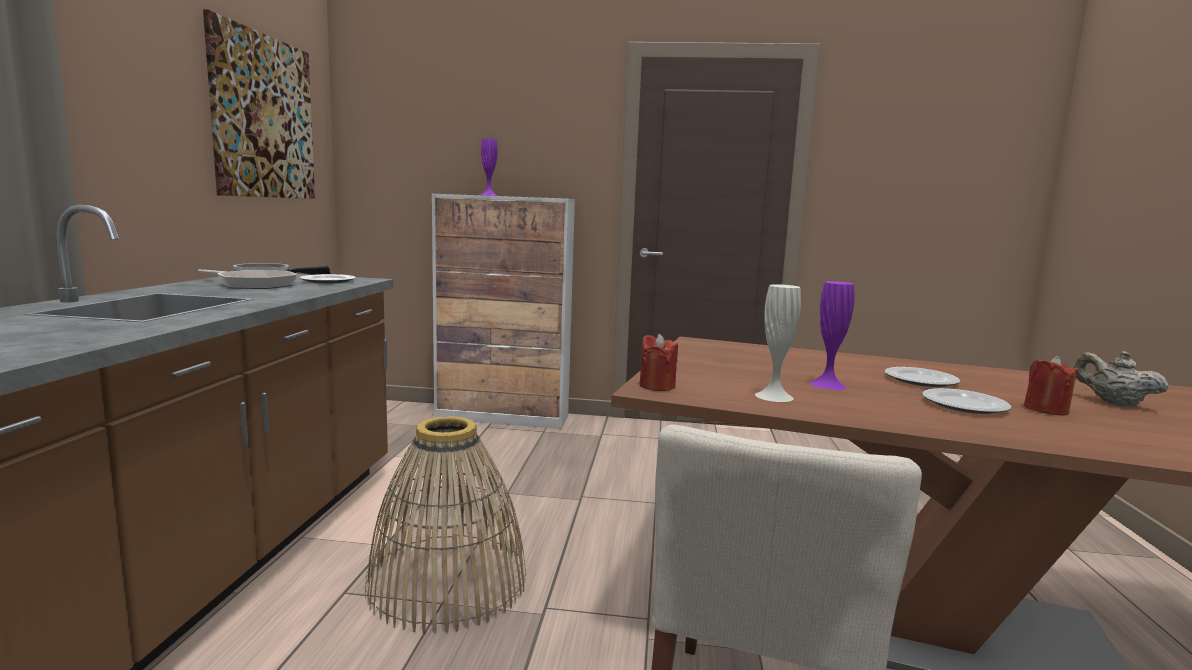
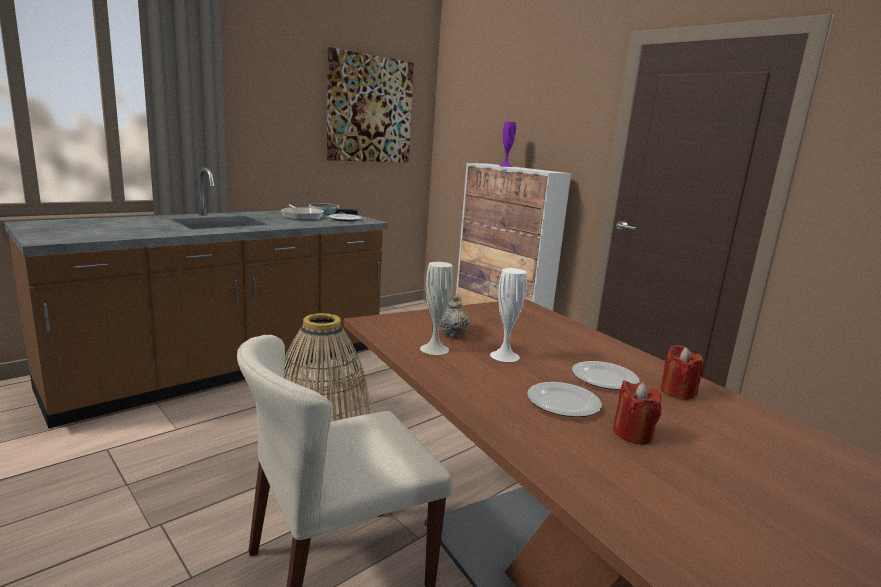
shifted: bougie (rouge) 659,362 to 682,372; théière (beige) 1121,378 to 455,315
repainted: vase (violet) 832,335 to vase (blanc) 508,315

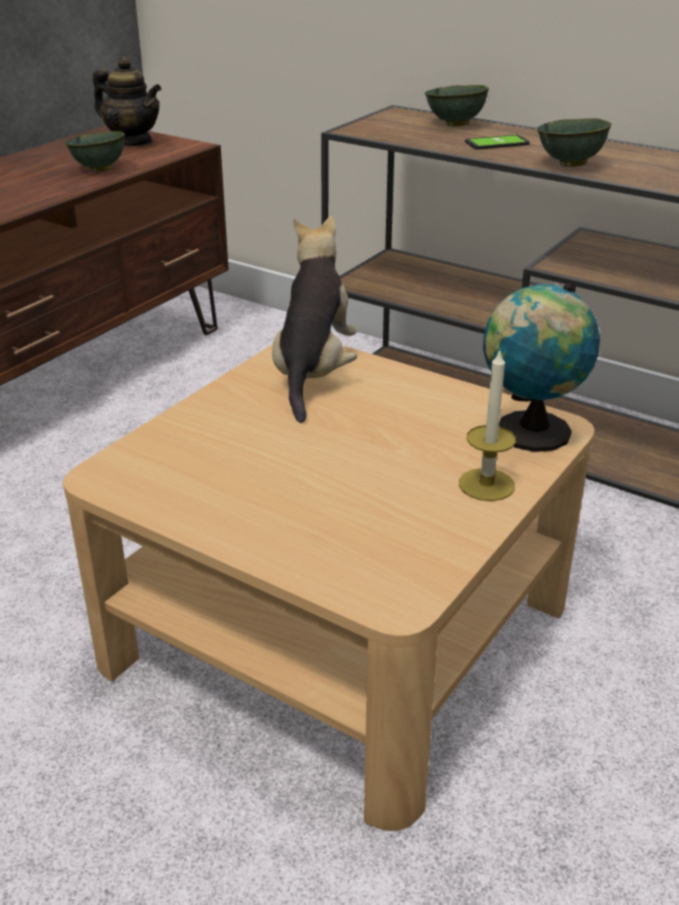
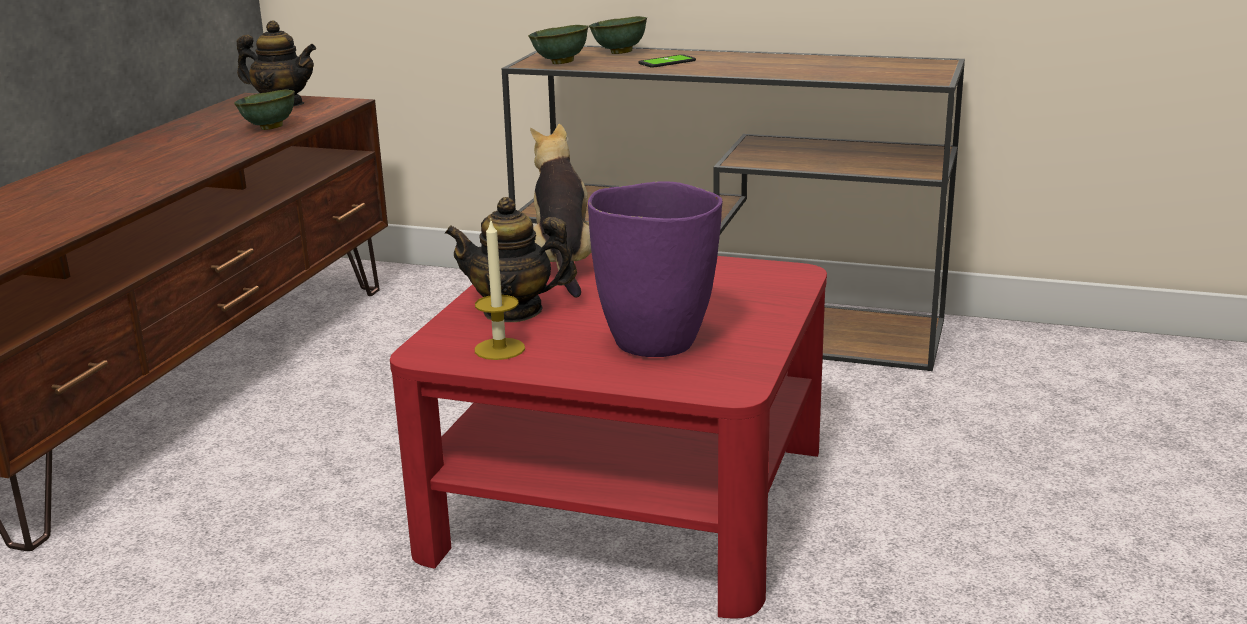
gone: globe 541,368
new: théière 511,259; vase (violet) 655,269
shifted: bougie 487,425 to 499,290; bol (vert) 574,142 to 558,44
repainted: table basse (beige) 328,587 to table basse (rouge) 608,436

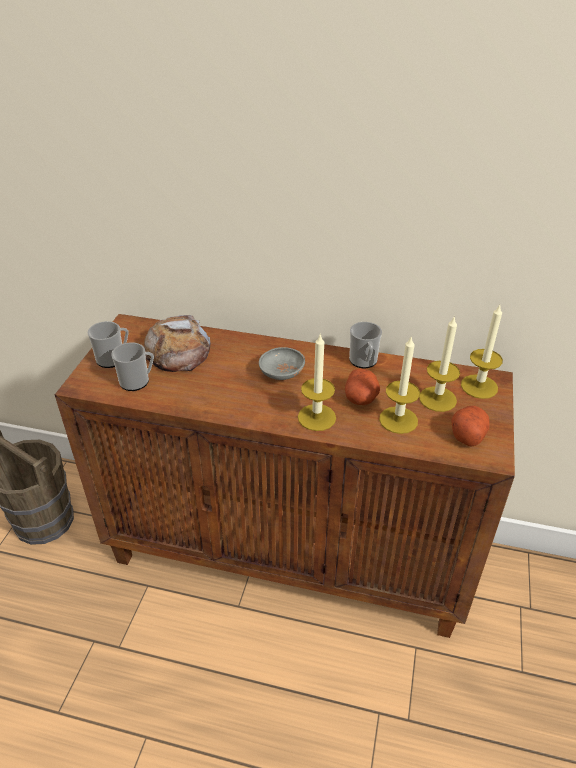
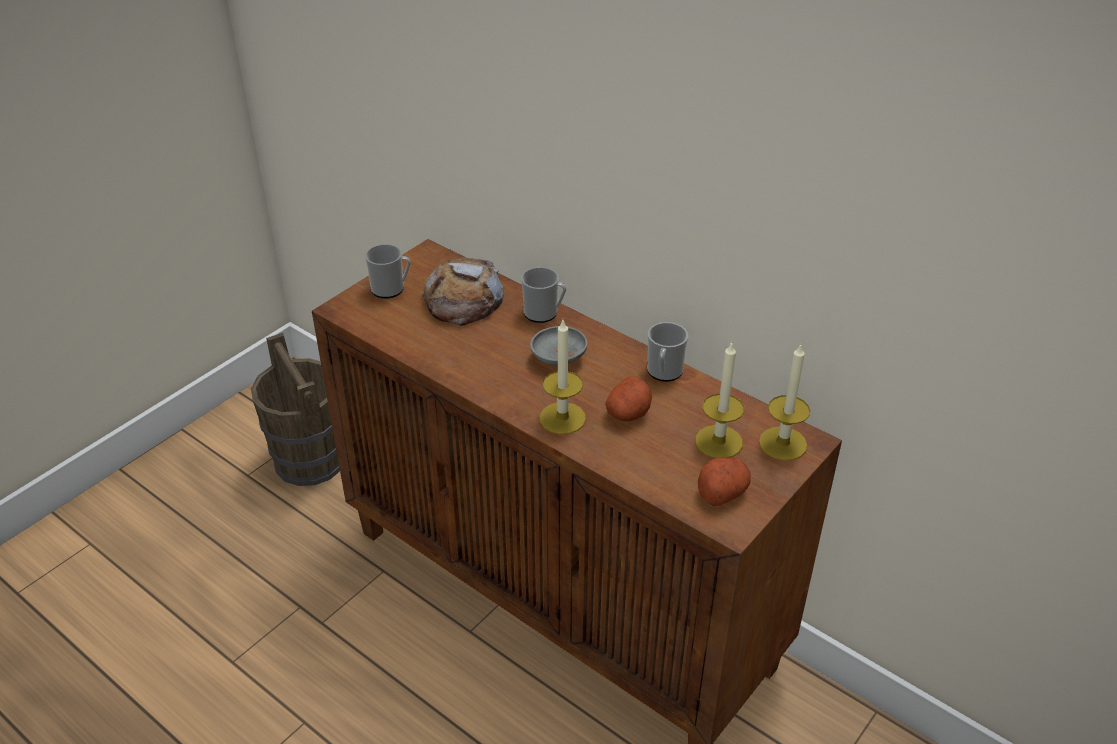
gone: bougie 399,385
shifted: mug 132,366 to 543,295

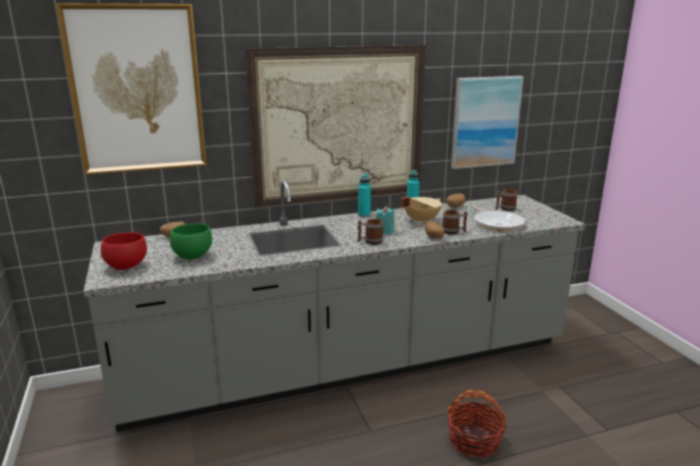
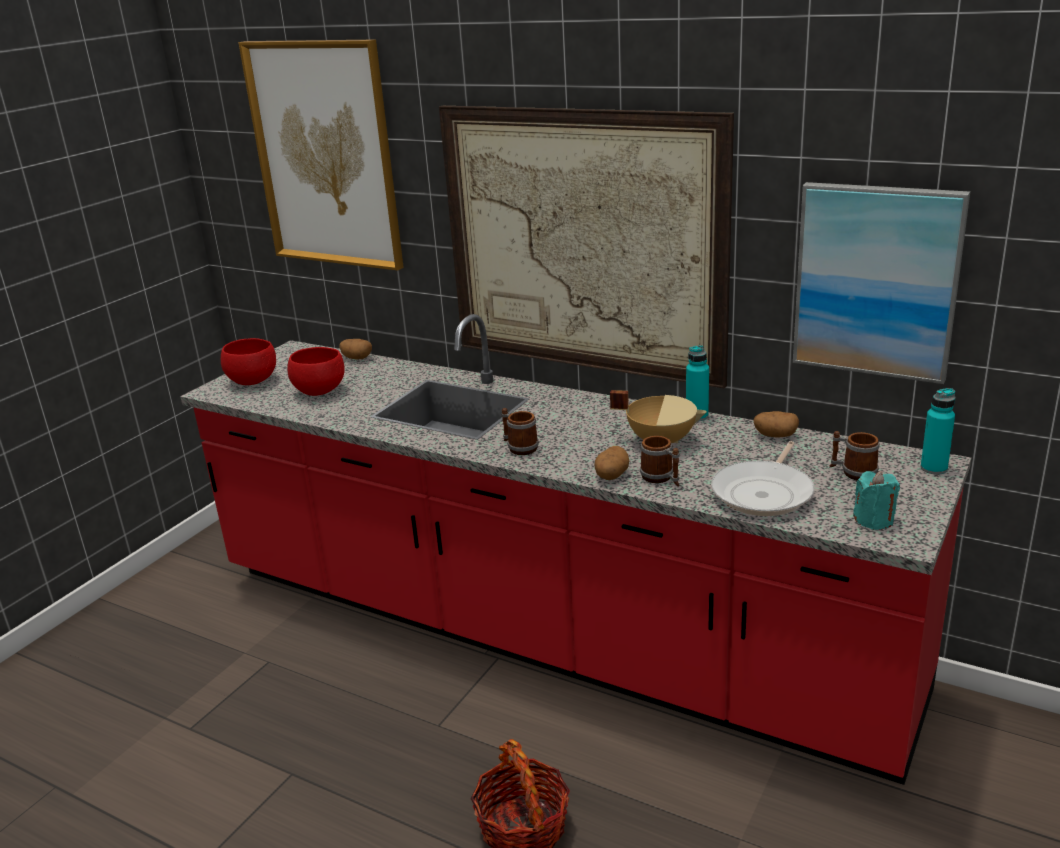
shifted: bouteille (turquoise) 364,195 to 938,431; bougie (turquoise) 385,220 to 876,500
repainted: comptoir de cuisine (gris) 335,306 to comptoir de cuisine (rouge) 575,549; bol (vert) 191,241 to bol (rouge) 316,371

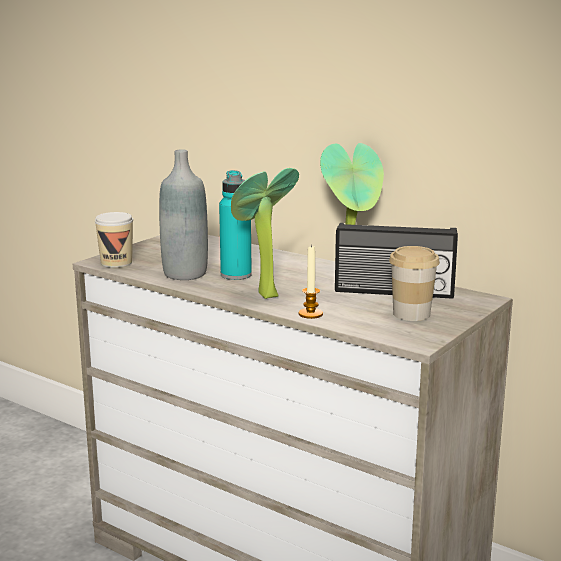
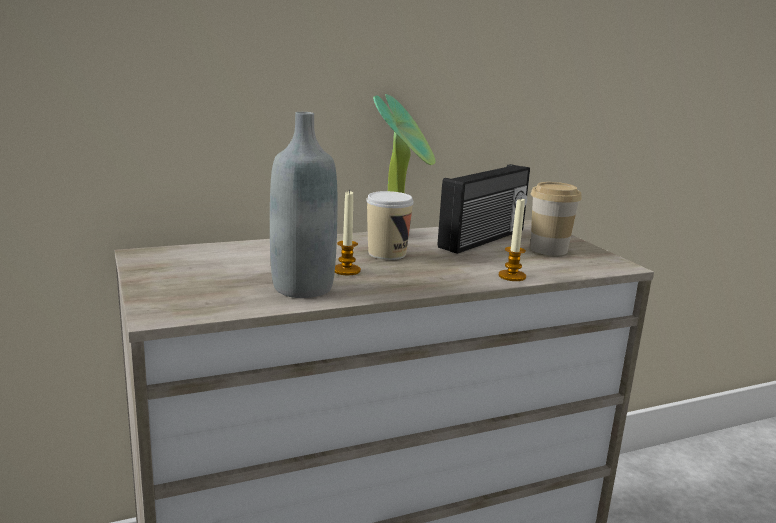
gone: plante en pot 265,233
shifted: tasse 114,240 to 390,225
swapped: bouteille (turquoise) 235,225 to bougie 348,232

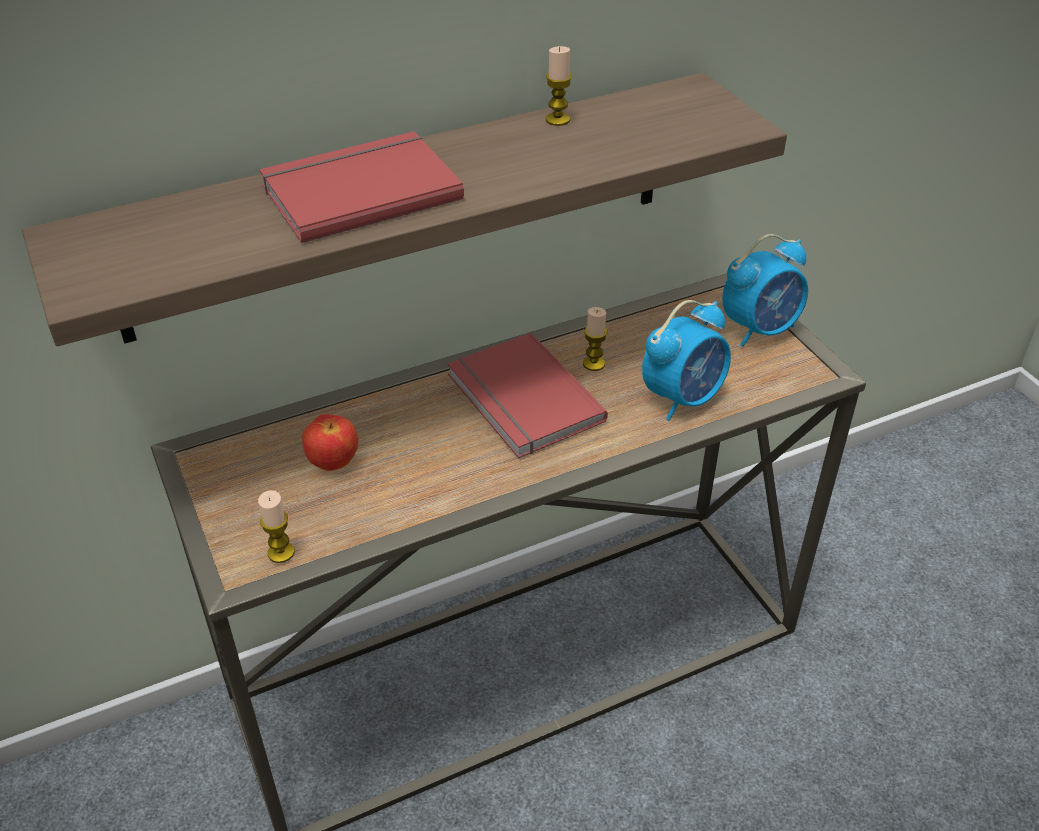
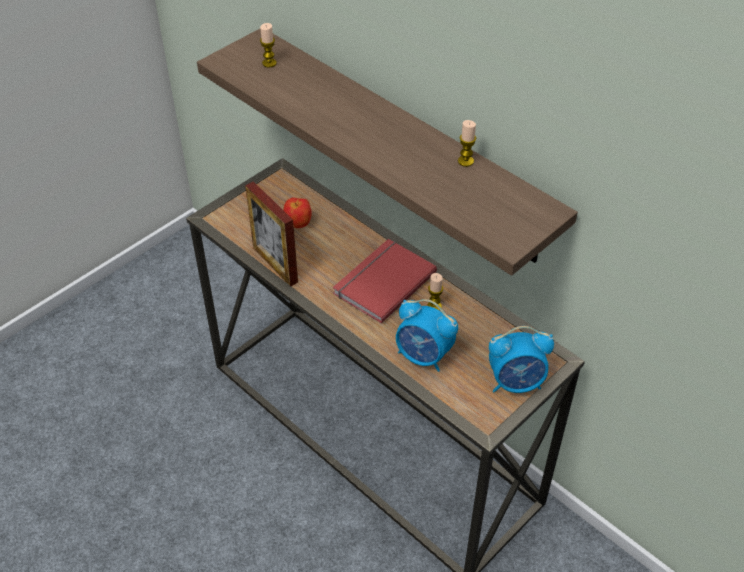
gone: livre (rouge) 361,187
new: cadre photo 271,234
shifted: bougie 276,526 to 268,45
rotated: réveil 765,290 = 521,359 45 degrees counterclockwise

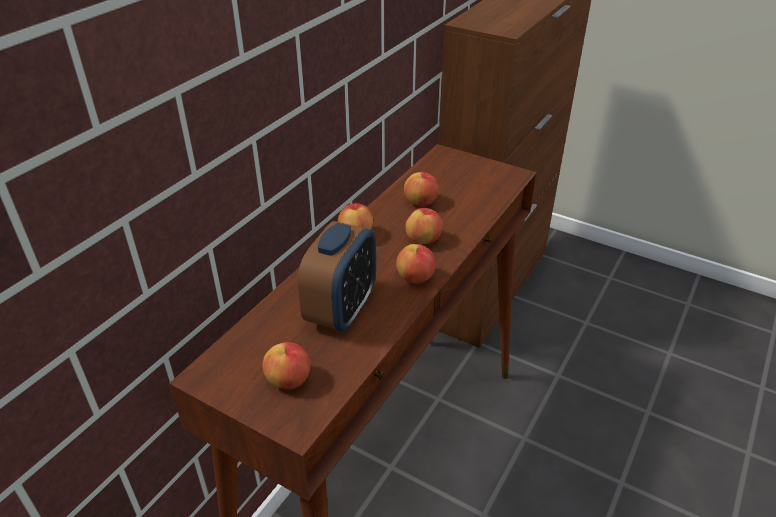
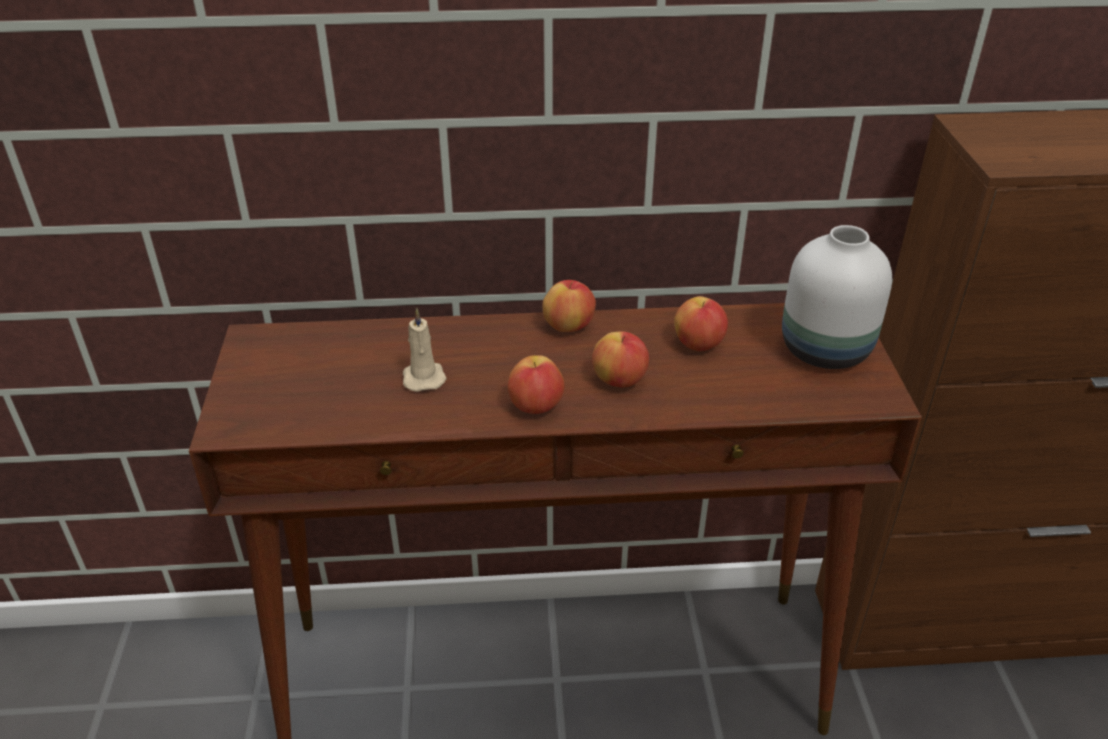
gone: pomme 287,365
new: vase (blanc) 837,297
swapped: réveil 337,276 to bougie (beige) 425,350

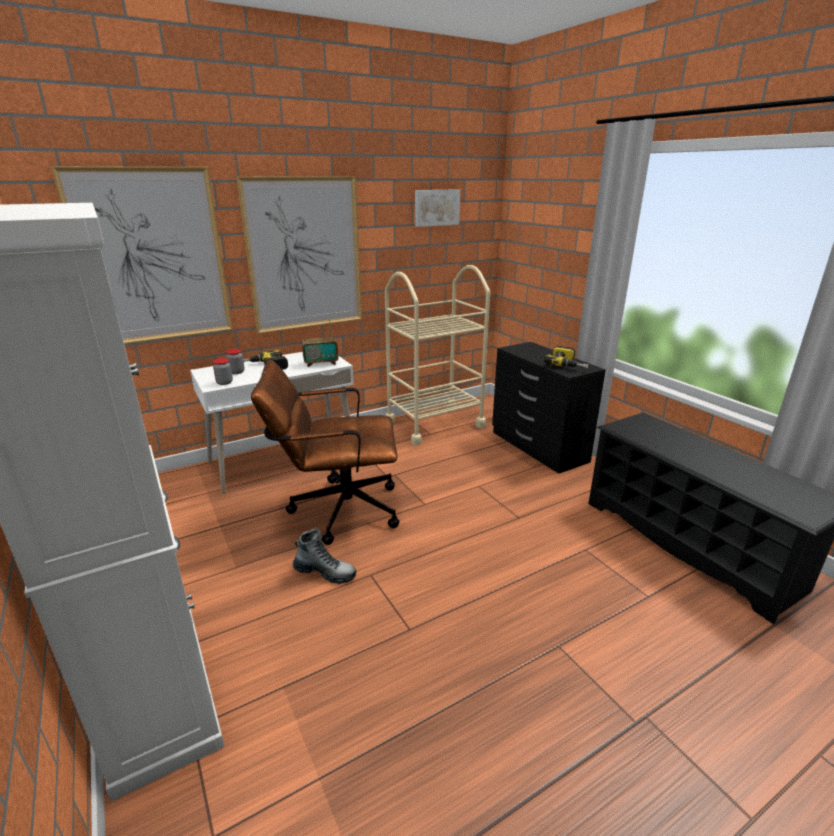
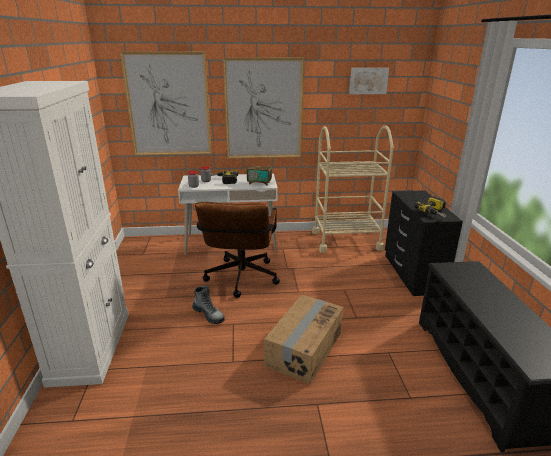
new: carton 303,339
rotated: chaise de bureau (marron) 325,452 = 237,250 105 degrees counterclockwise

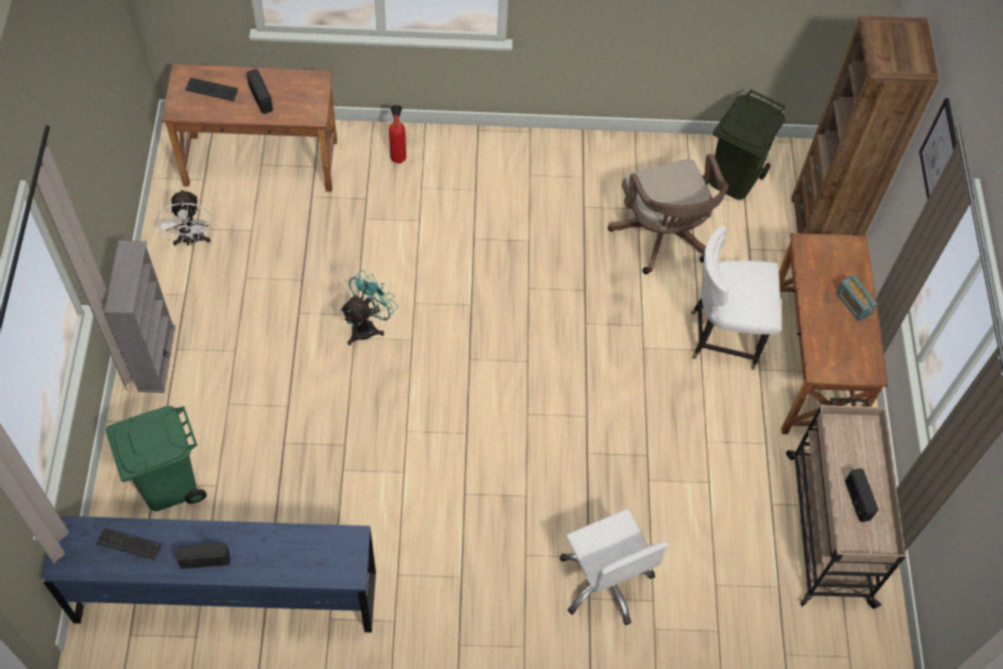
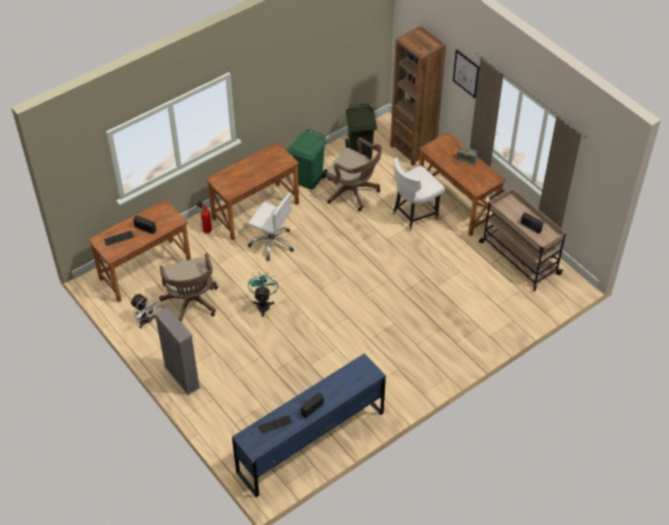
new: chaise de bureau (marron) 188,287; bureau (marron) 252,191
shifted: poubelle (vert) 156,458 to 307,159; chaise de bureau (blanc) 614,567 to 271,227

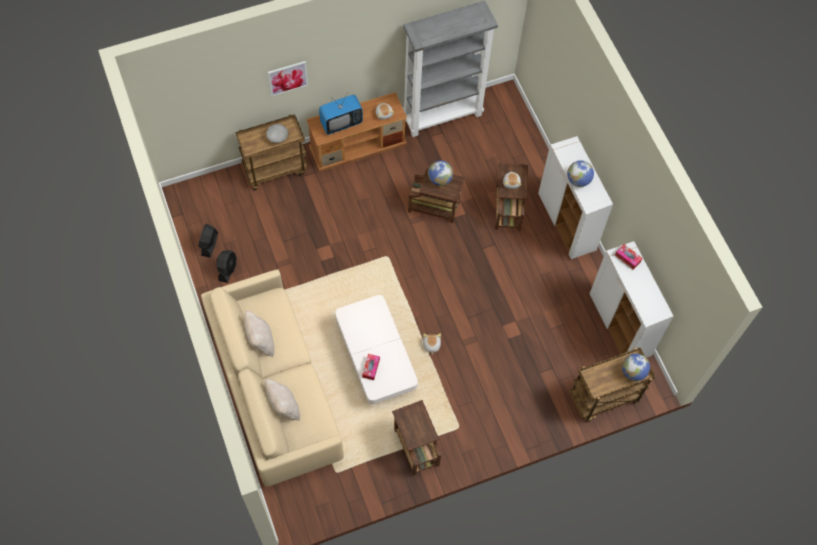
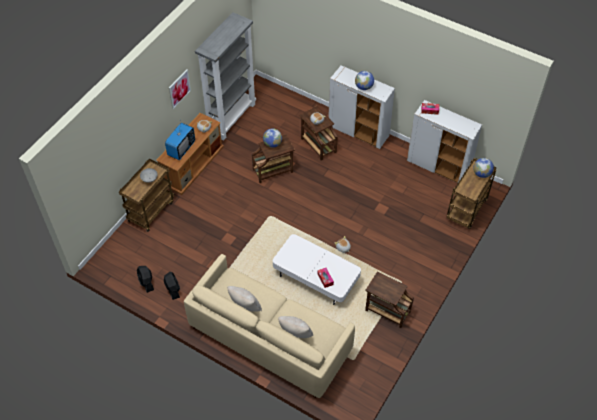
shifted: tableau 288,78 to 180,89

